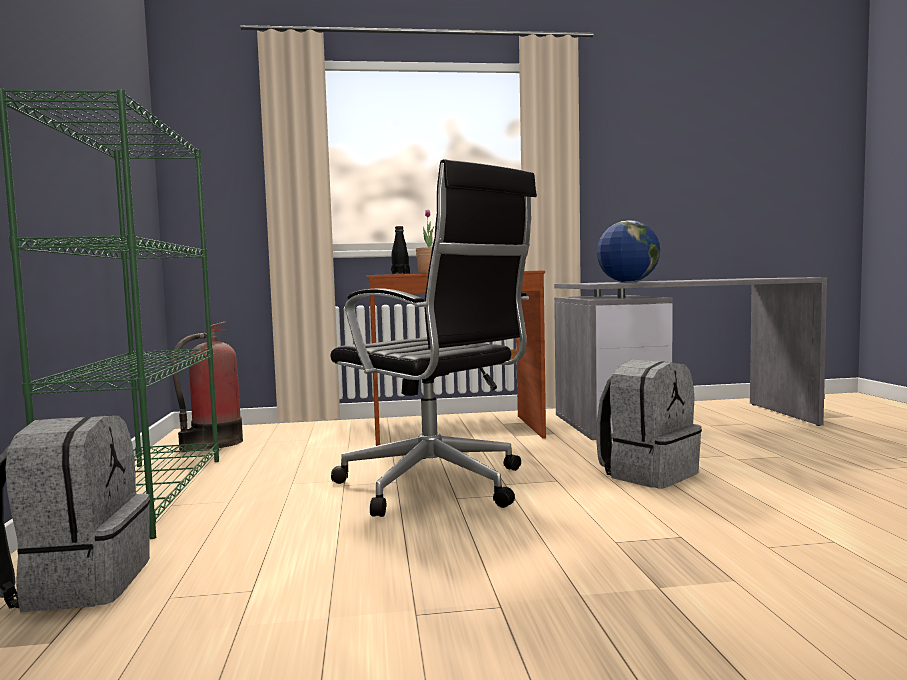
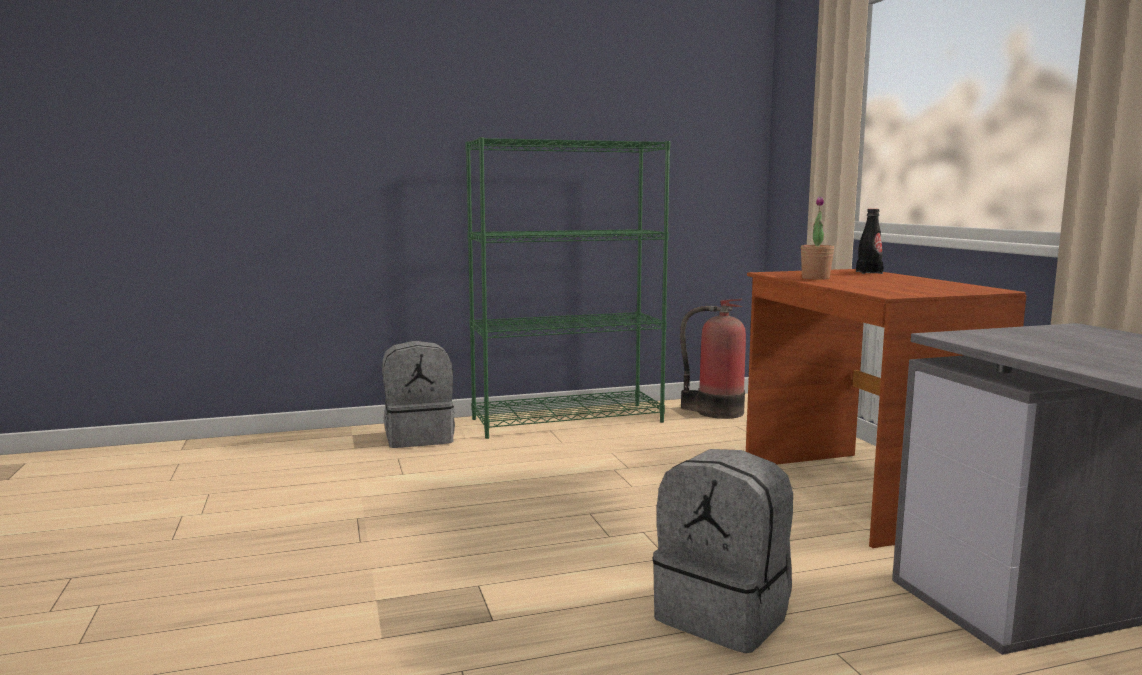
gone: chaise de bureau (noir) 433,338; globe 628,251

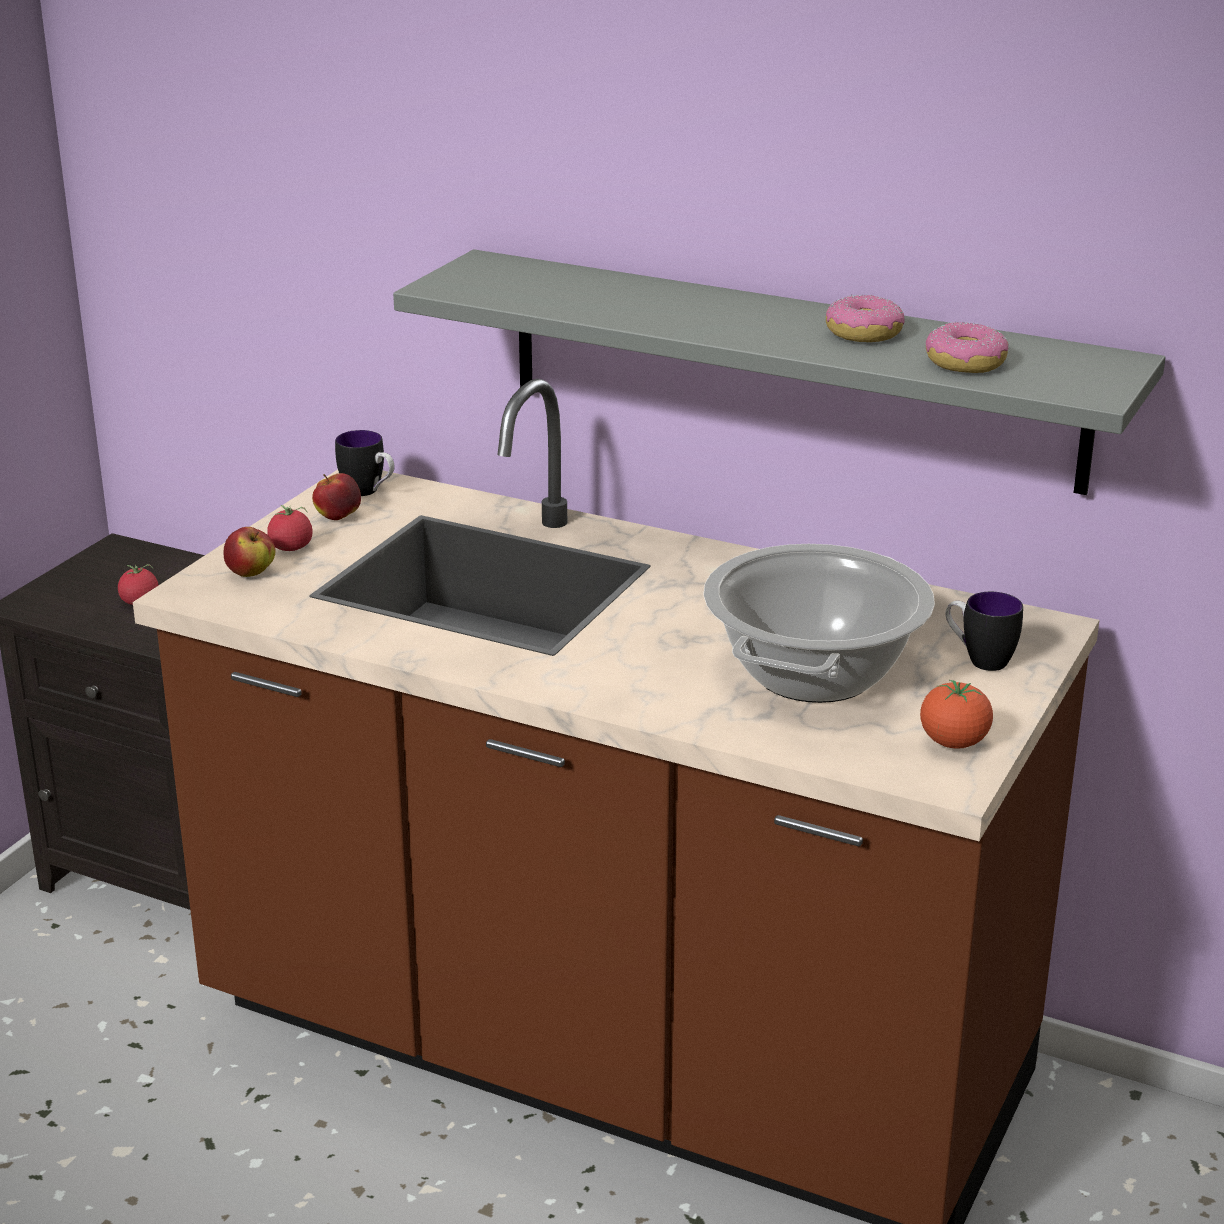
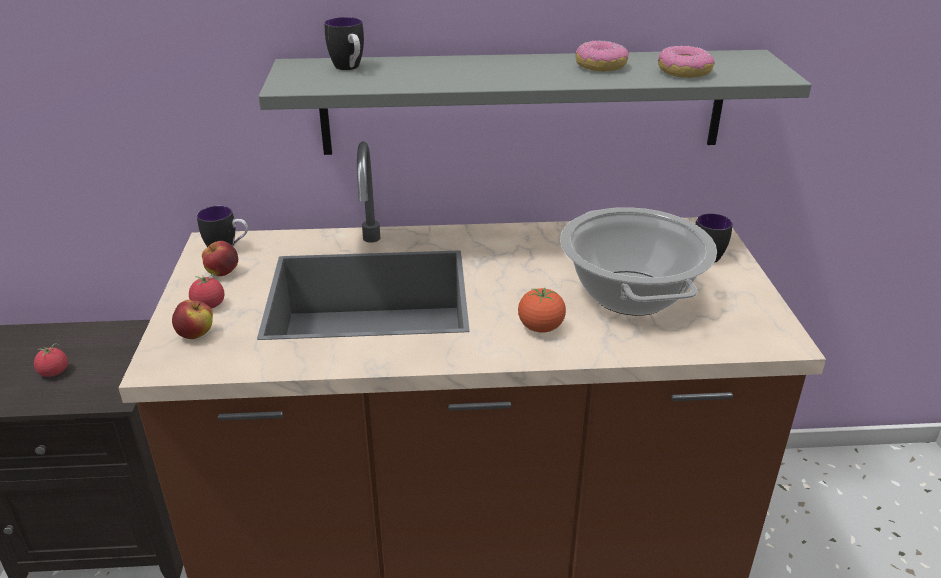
new: mug 344,43
shifted: tomate 956,714 to 542,310

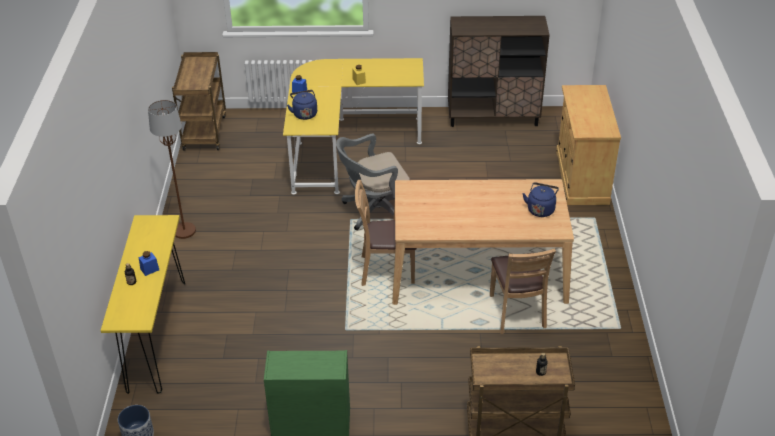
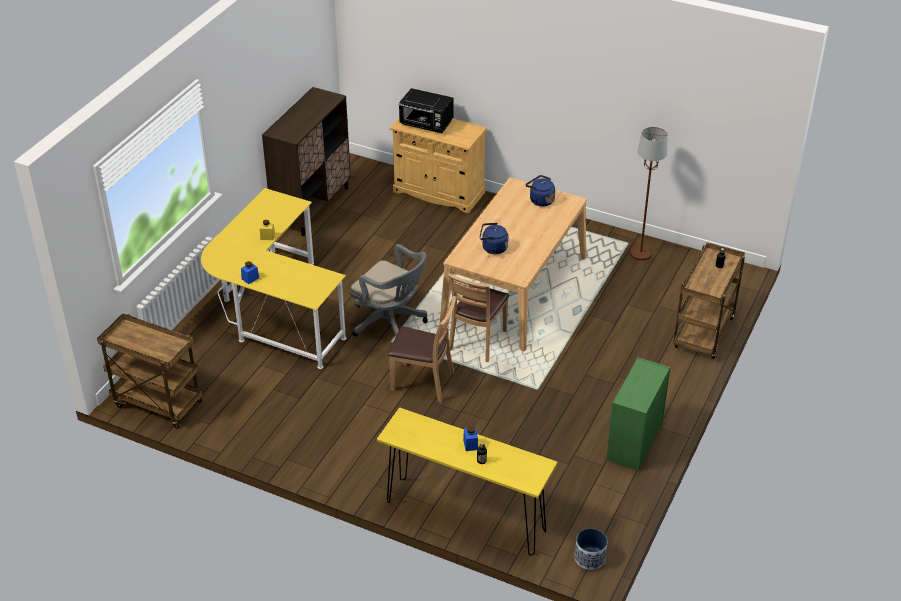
new: micro-ondes (noir) 426,110
shifted: lampadaire (marron) 172,169 to 649,194; bouilloire (bleu) 302,105 to 494,238; chaise (marron) 523,291 to 422,349
rotated: chaise de bureau (gris) 373,182 = 389,290 60 degrees counterclockwise

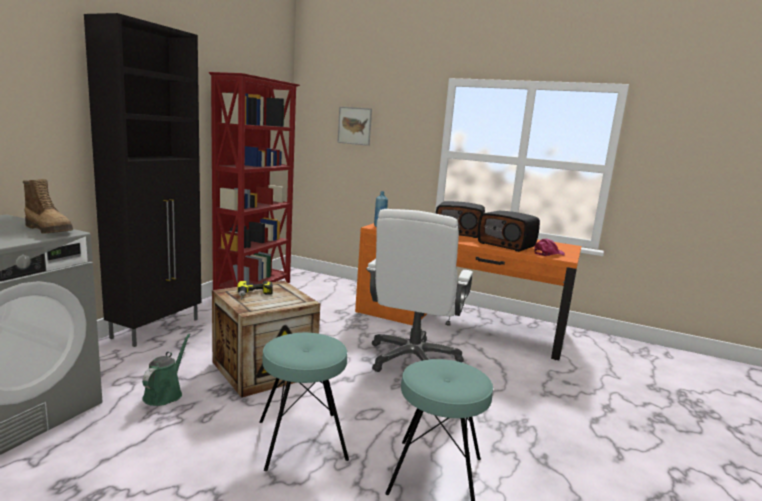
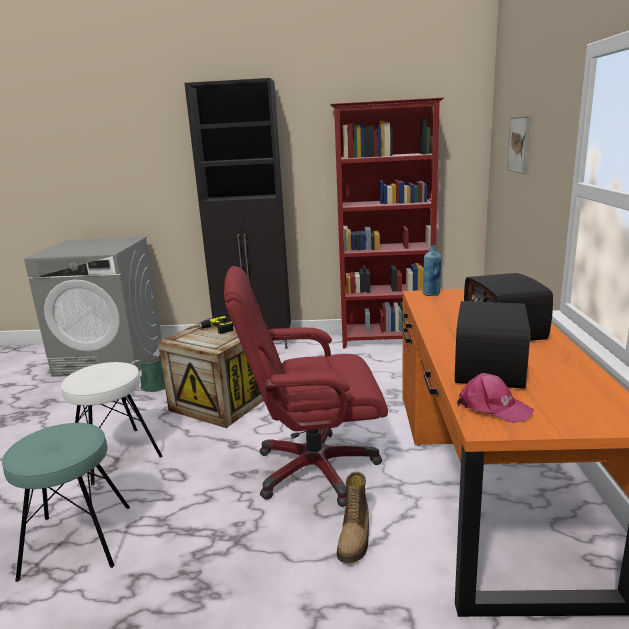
shifted: botte 48,206 to 353,518
repainted: tabouret (turquoise) 304,402 to tabouret (blanc) 111,424; chaise de bureau (blanc) 419,290 to chaise de bureau (rouge) 306,386

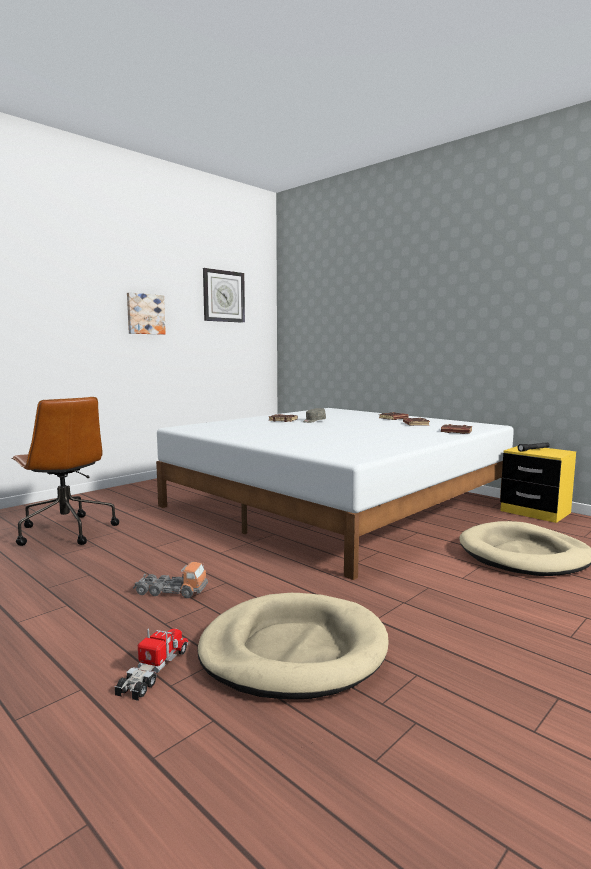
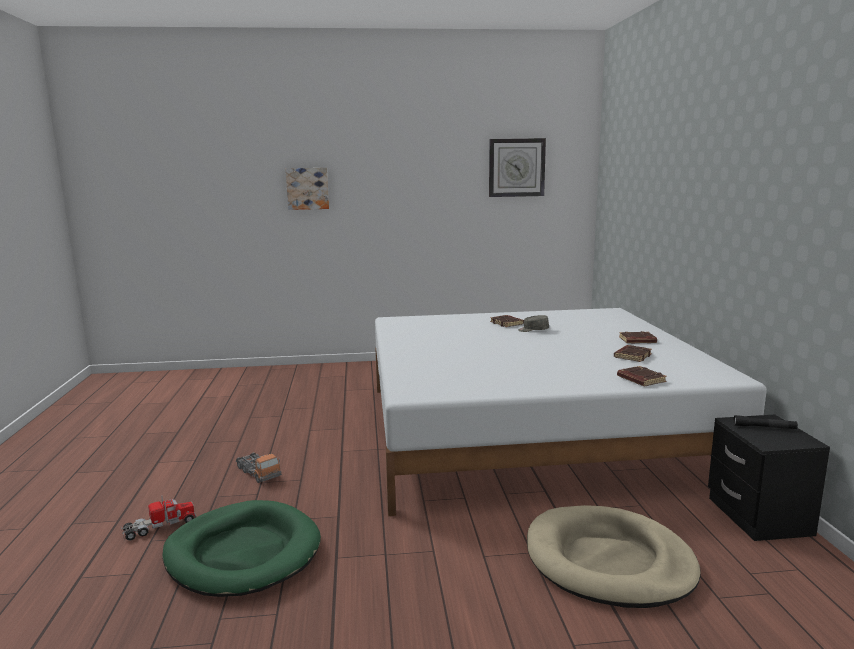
gone: chaise de bureau (marron) 65,471
shifted: tableau 146,313 to 307,189
repainted: panier pour chien (beige) 293,646 to panier pour chien (vert) 241,548; table de chevet (jaune) 538,484 to table de chevet (noir) 769,478

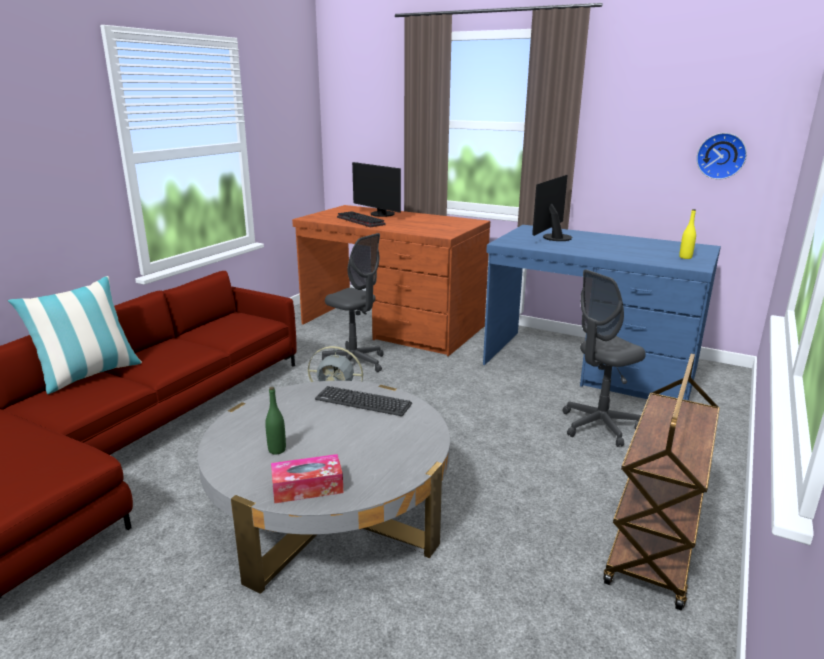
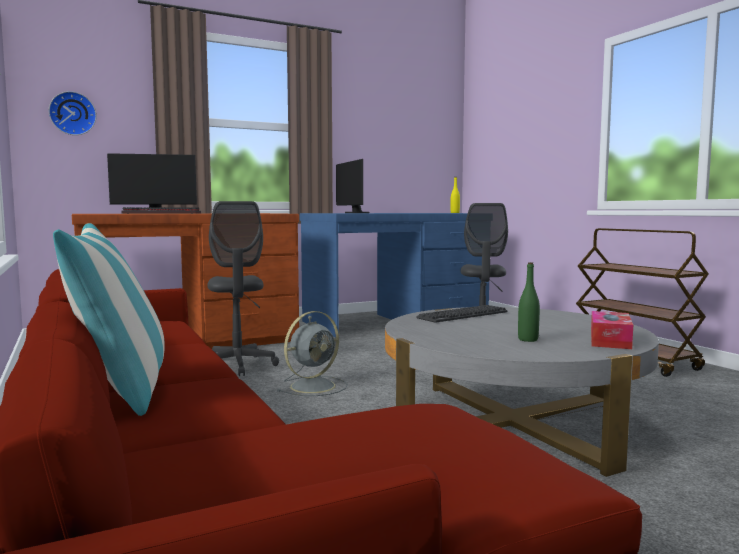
shifted: horloge murale 721,156 to 73,113
rotated: chaise de bureau (gris) 353,302 = 243,288 90 degrees clockwise

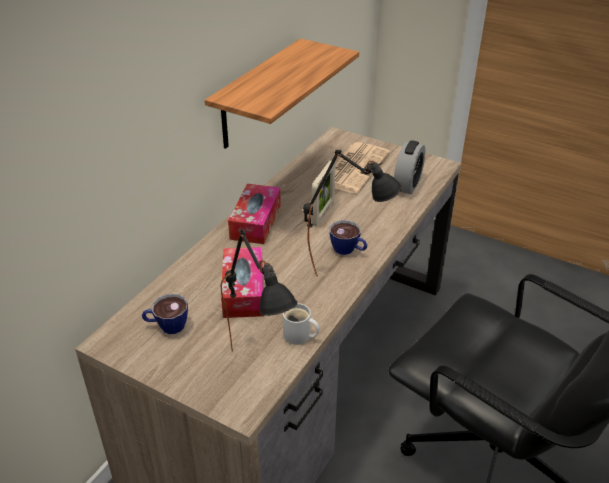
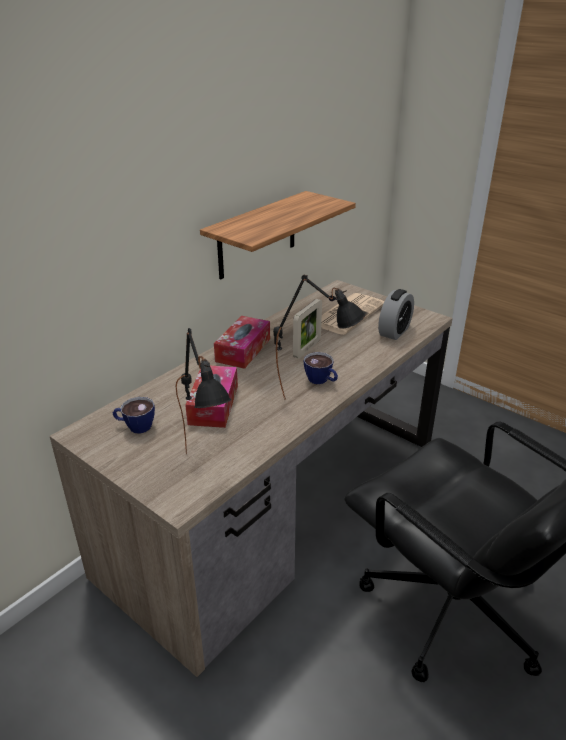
gone: mug (blanc) 301,324

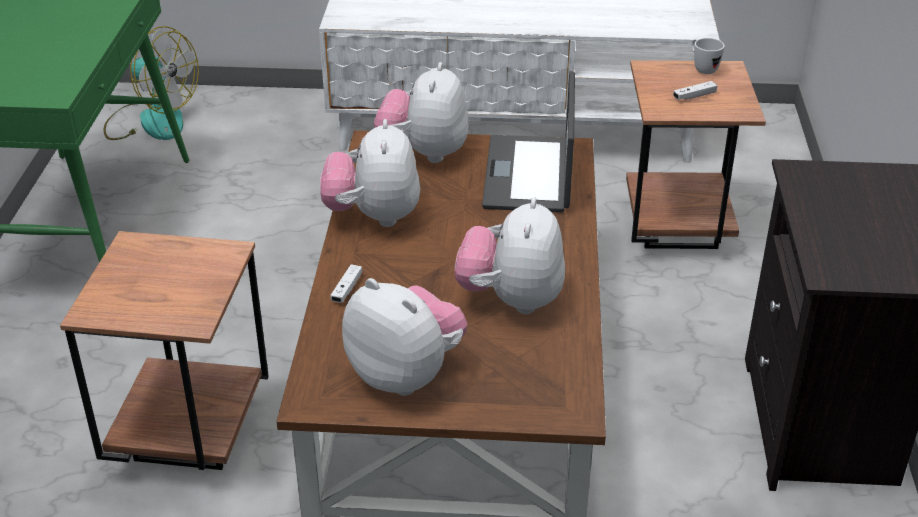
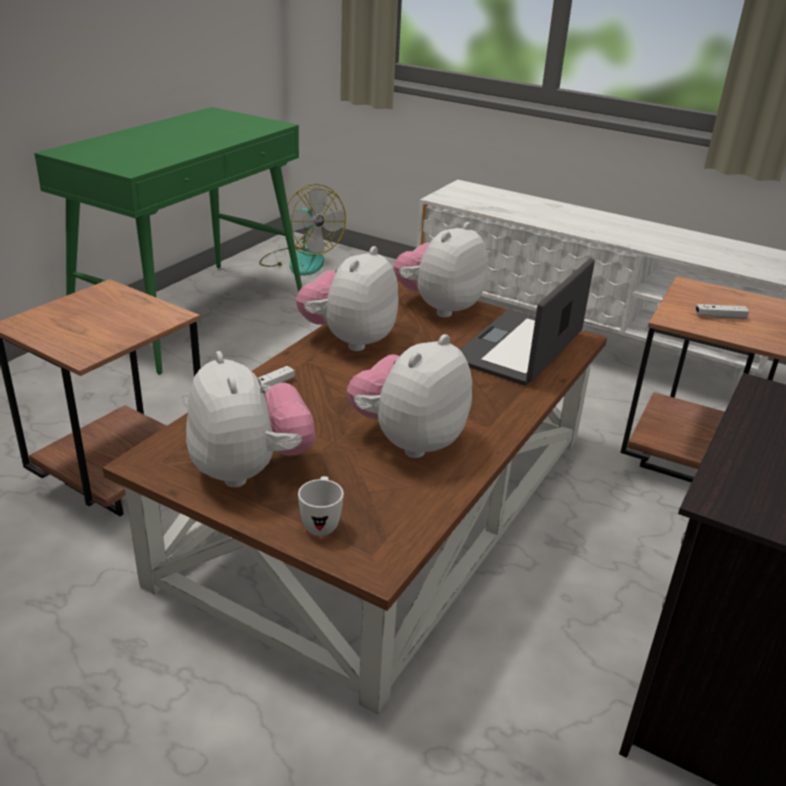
shifted: mug (blanc) 708,56 to 321,506

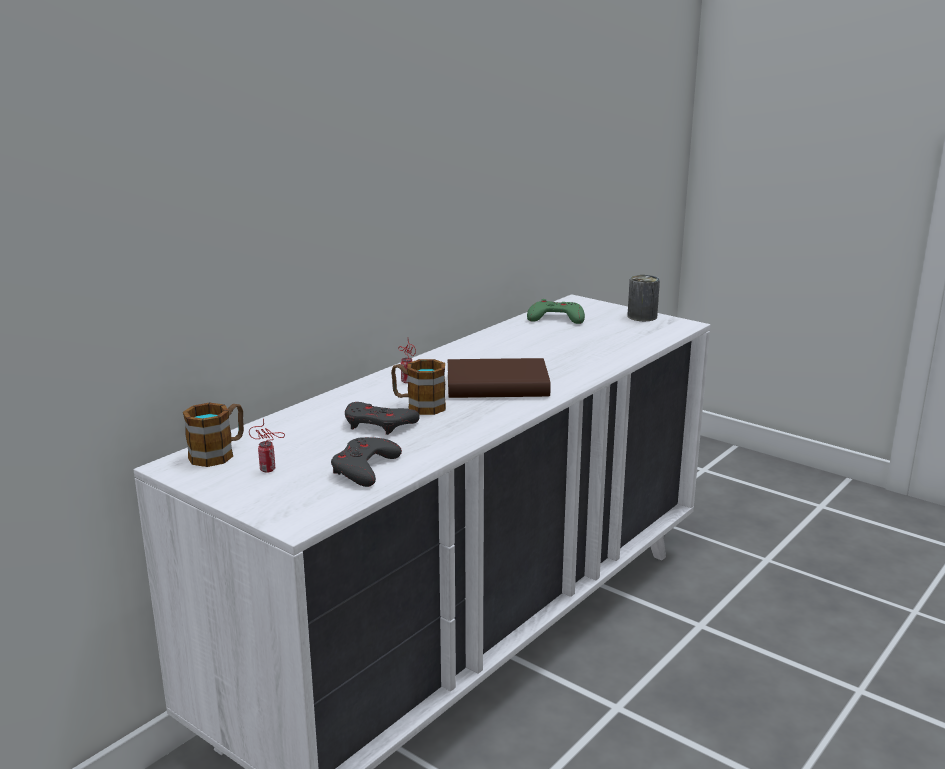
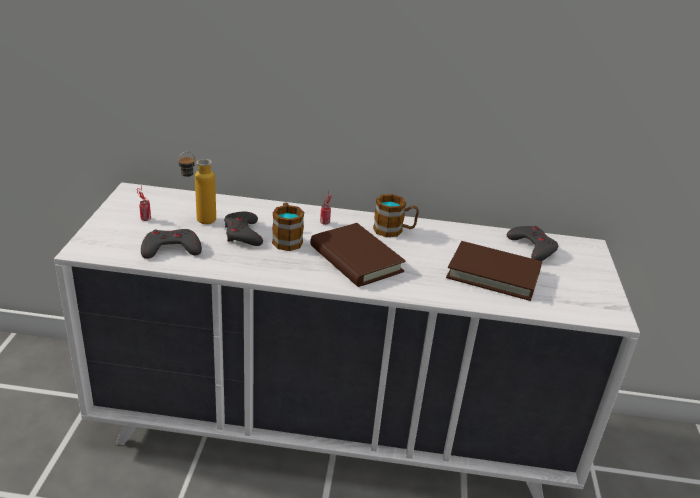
gone: boîte métallique 643,298
new: bouteille 197,187; livre (marron) 494,271
shifted: mug 213,435 to 396,215
repainted: manette (vert) 556,311 to manette (gris) 532,243

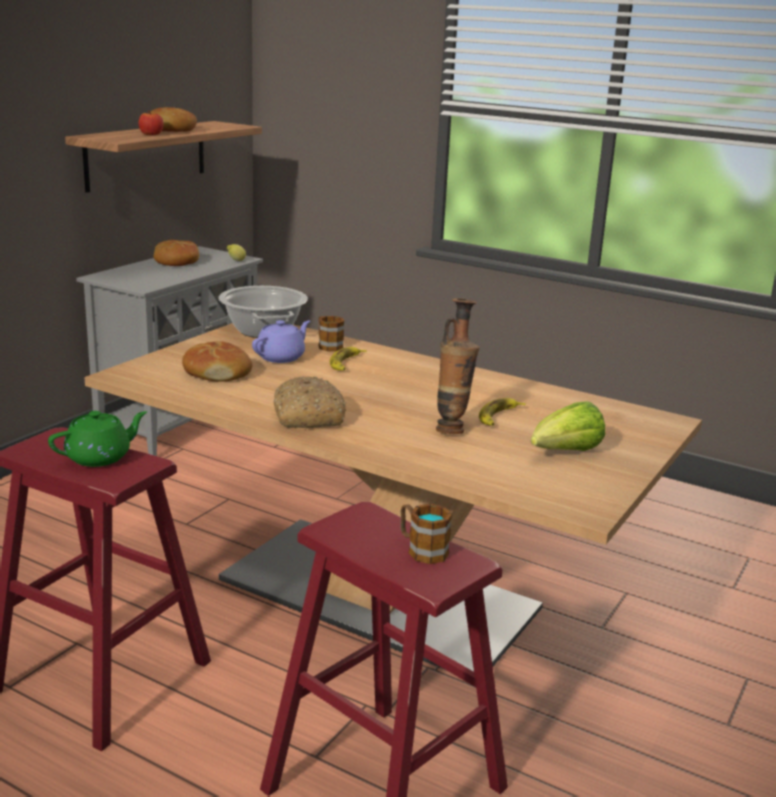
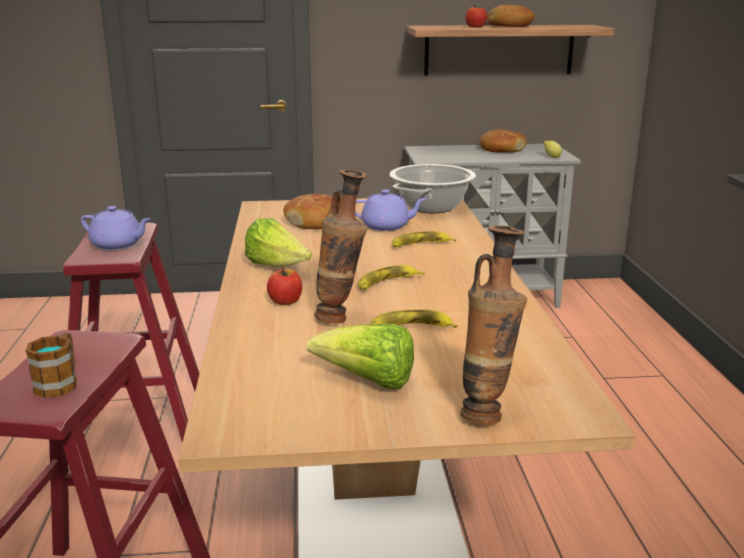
gone: mug 331,333
new: pomme 284,286; banane 391,277; vase 493,325
swapped: pain 309,402 to laitue 278,242
repainted: théière (vert) 97,439 to théière (violet) 116,228

